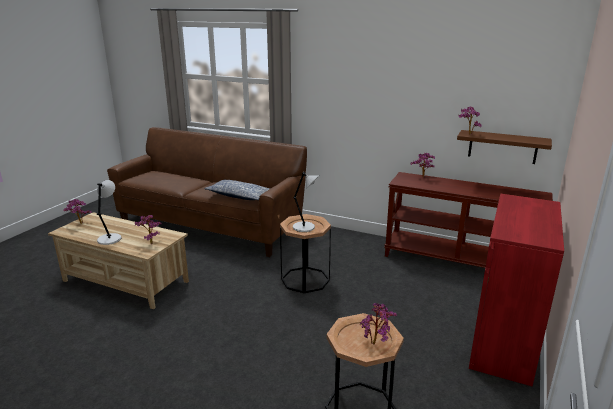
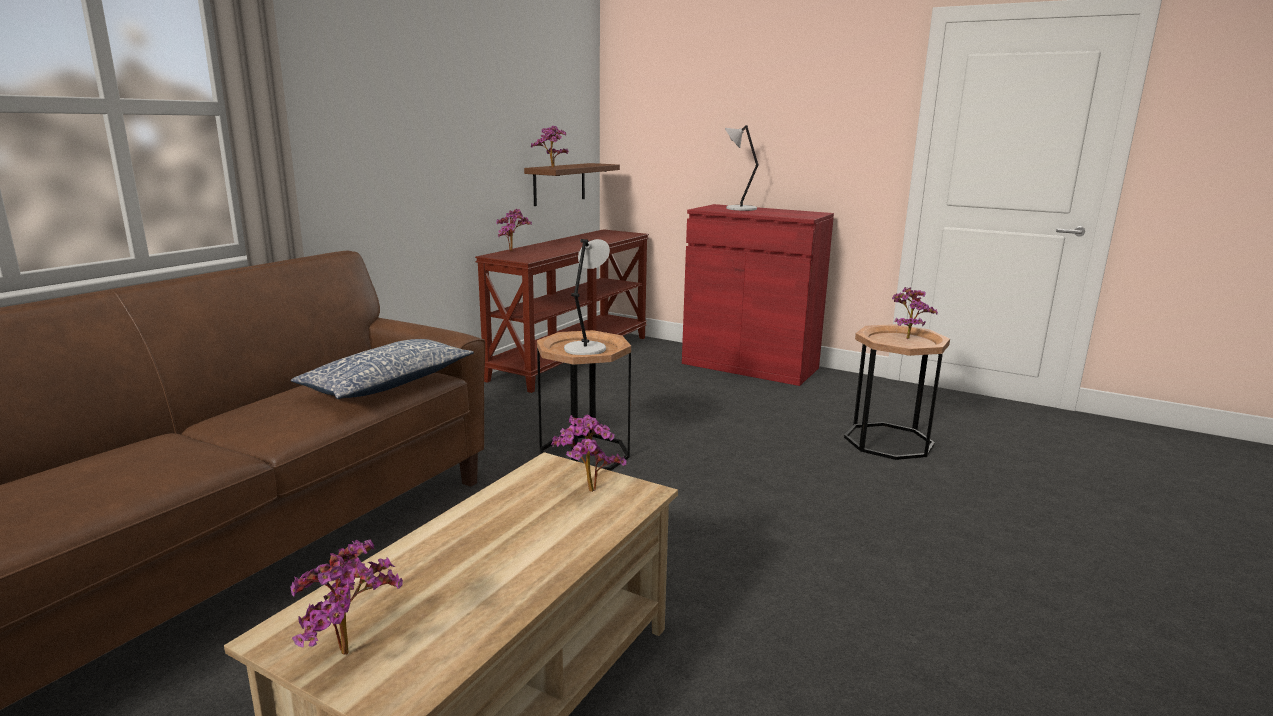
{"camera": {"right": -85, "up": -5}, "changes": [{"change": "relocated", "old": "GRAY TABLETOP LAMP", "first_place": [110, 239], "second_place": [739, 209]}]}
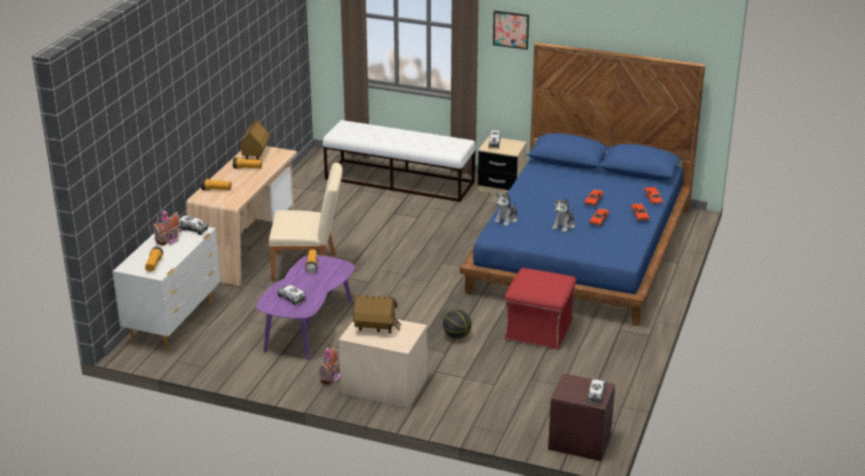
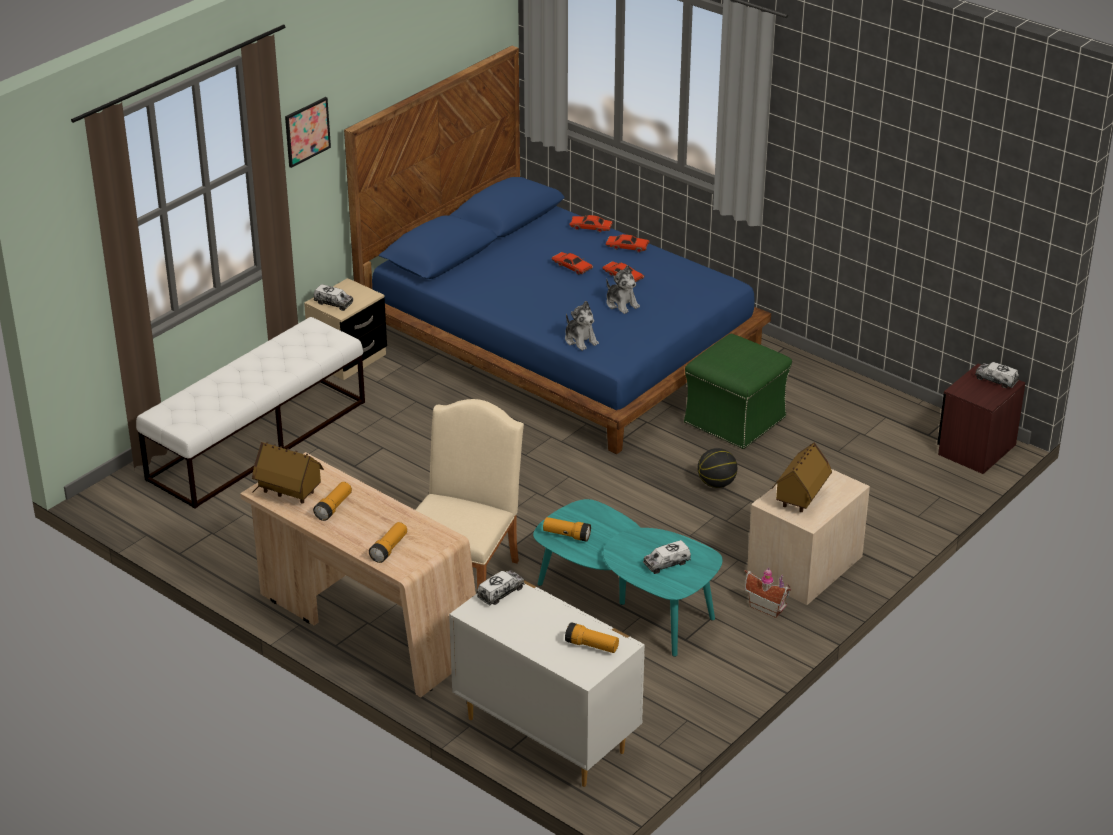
{"camera": {"right": -70, "up": 5}, "changes": [{"change": "colour", "old": "PURPLE-COLOURED LOUNGE TABLE", "new": "TURQUOISE LOUNGE TABLE", "first_place": [308, 325], "second_place": [626, 603]}, {"change": "colour", "old": "RED-COLOURED POUFFE", "new": "GREEN POUFFE", "first_place": [539, 330], "second_place": [735, 419]}, {"change": "missing", "old": "TOY HOUSE", "first_place": [169, 241]}]}
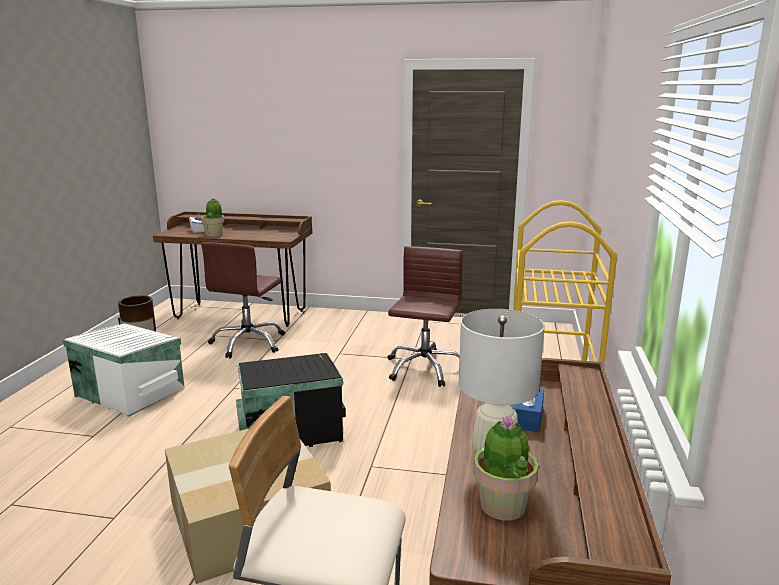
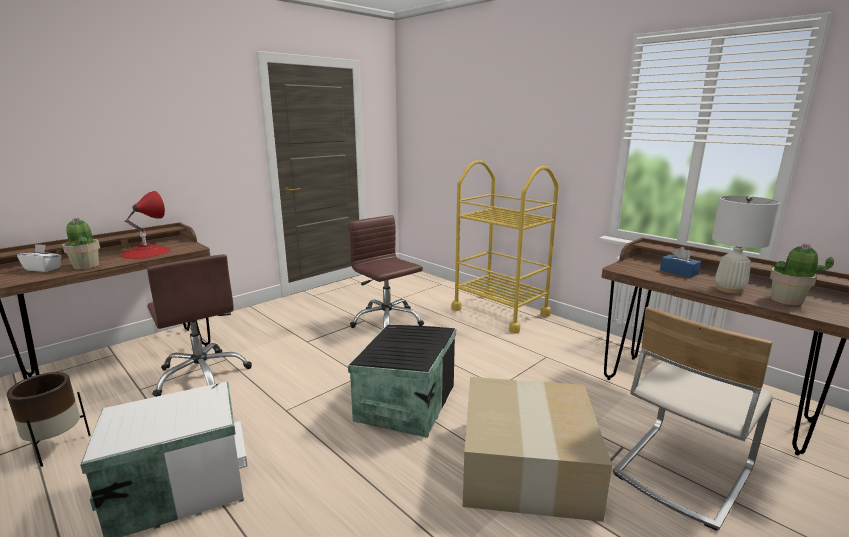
{"camera": {"right": -55, "up": 0}, "changes": [{"change": "appeared", "new": "RED-COLOURED TABLETOP LAMP", "second_place": [146, 252]}]}
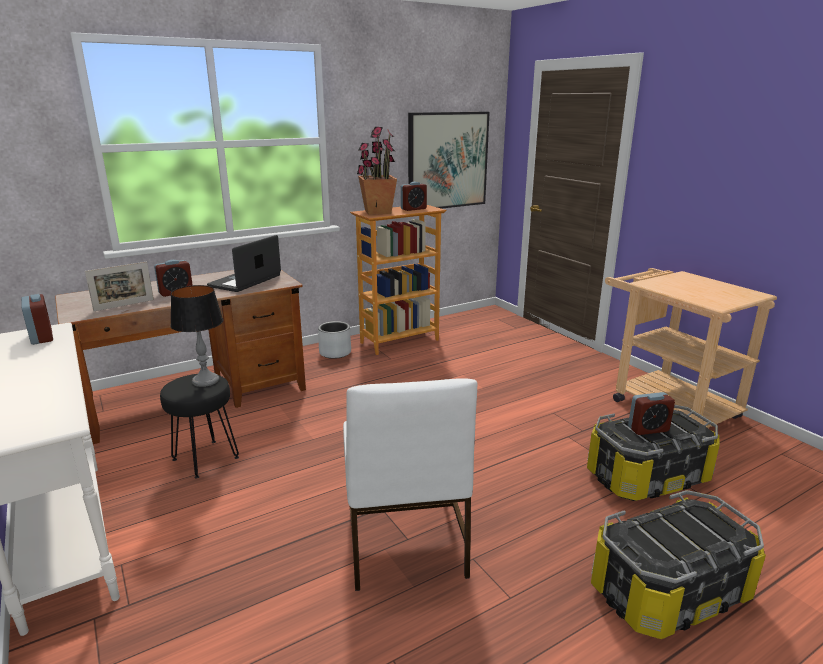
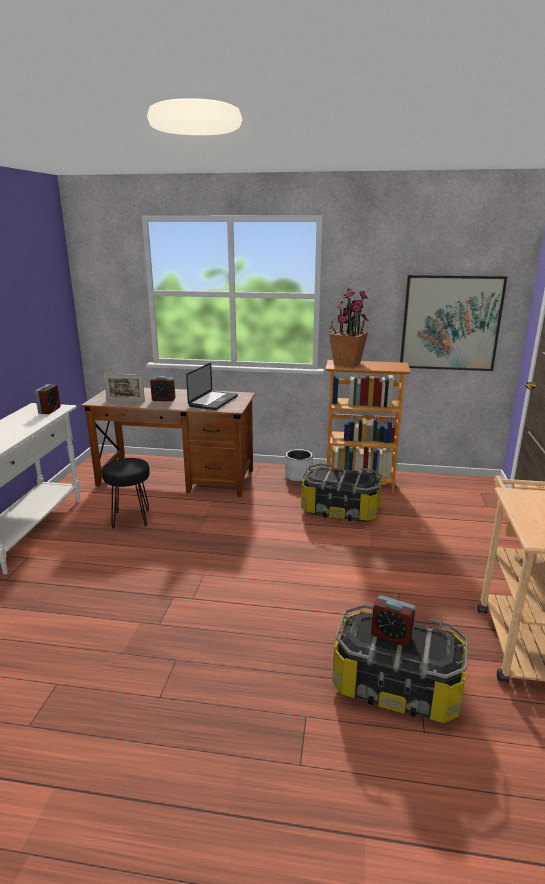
{"camera": {"right": 40, "up": 0}, "changes": [{"change": "spun", "old": "LAPTOP", "first_place": [245, 281], "second_place": [213, 401], "degrees": 135}, {"change": "relocated", "old": "STORAGE BIN", "first_place": [669, 592], "second_place": [340, 510]}, {"change": "missing", "old": "TABLETOP LAMP", "first_place": [205, 381]}, {"change": "missing", "old": "WHITE PLAIN CHAIR", "first_place": [403, 542]}, {"change": "missing", "old": "BEDSIDE CLOCK", "first_place": [413, 209]}]}
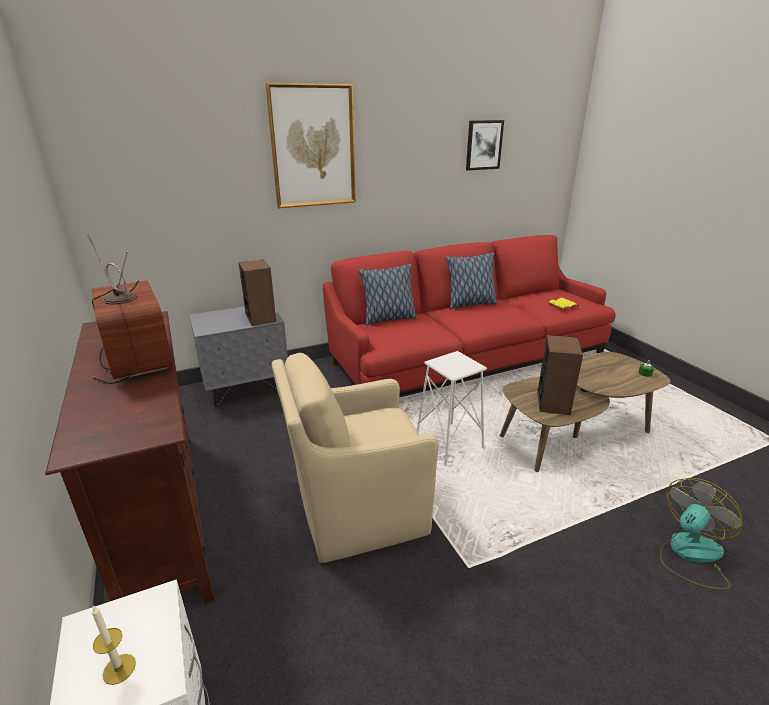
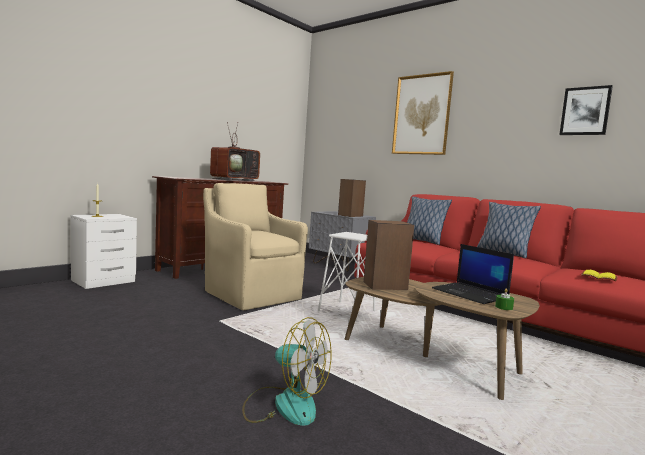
{"camera": {"right": 65, "up": -20}, "changes": [{"change": "appeared", "new": "LAPTOP", "second_place": [471, 294]}]}
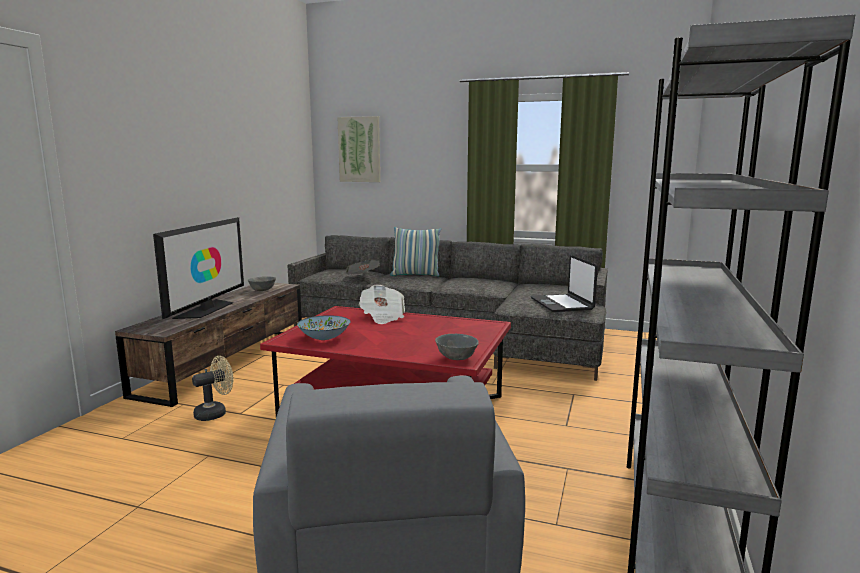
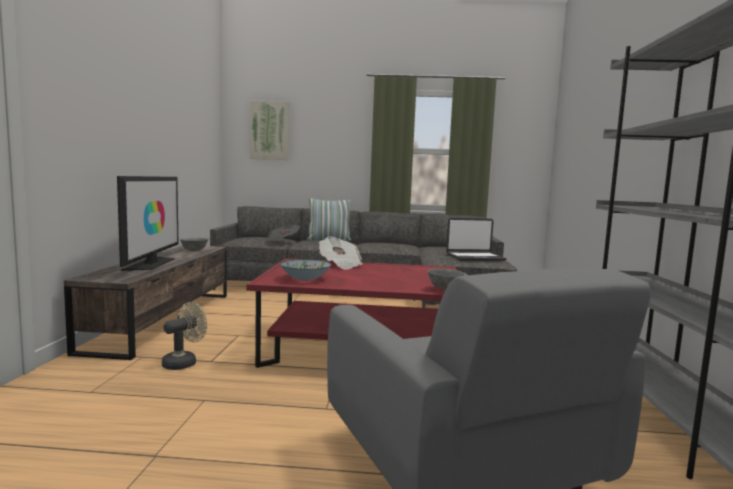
{"camera": {"right": -15, "up": -5}, "changes": [{"change": "spun", "old": "LAPTOP", "first_place": [562, 304], "second_place": [475, 257], "degrees": -75}]}
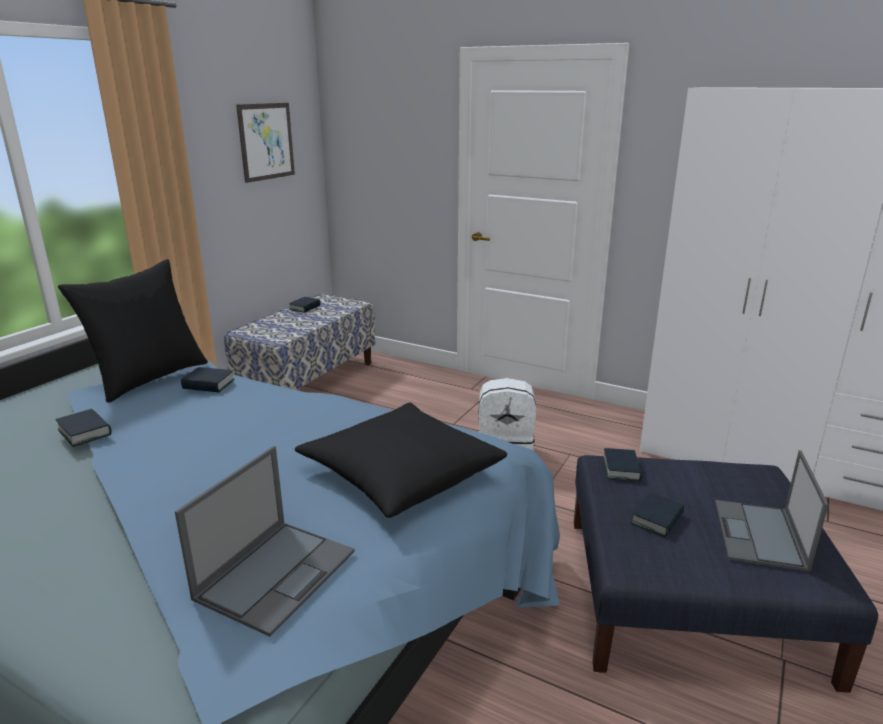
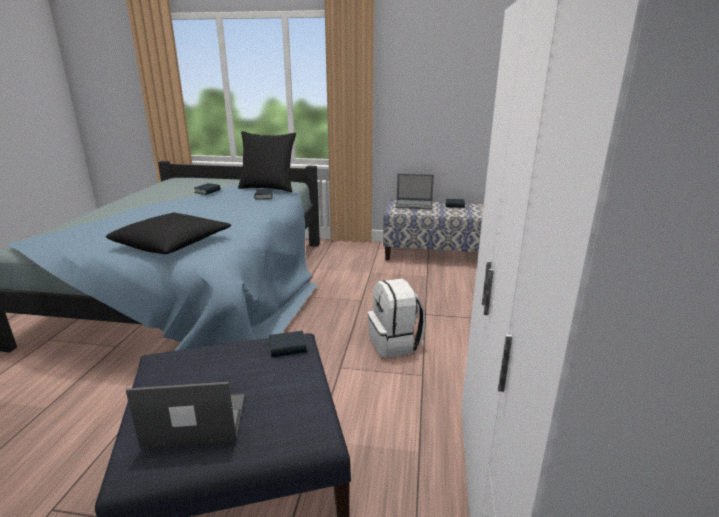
{"camera": {"right": 70, "up": 0}, "changes": [{"change": "relocated", "old": "LAPTOP", "first_place": [277, 573], "second_place": [414, 204]}, {"change": "missing", "old": "WALL ART", "first_place": [266, 141]}, {"change": "missing", "old": "BOUND BOOK", "first_place": [657, 519]}]}
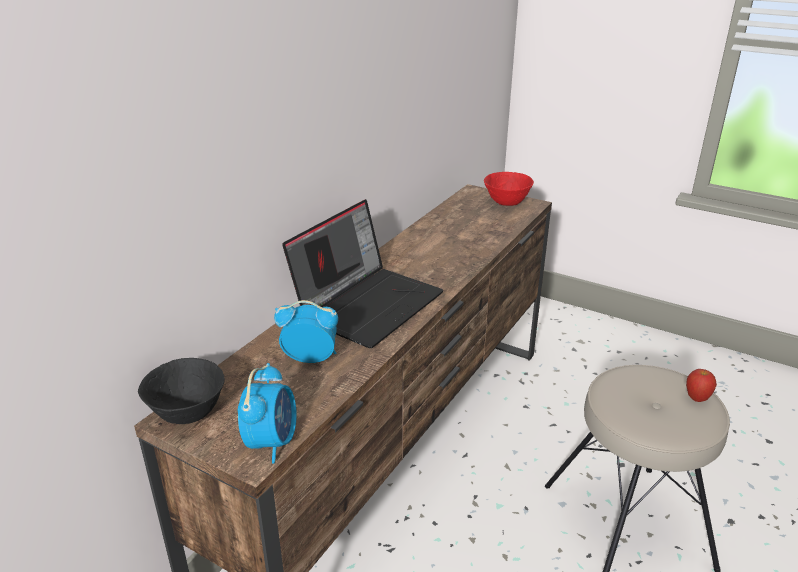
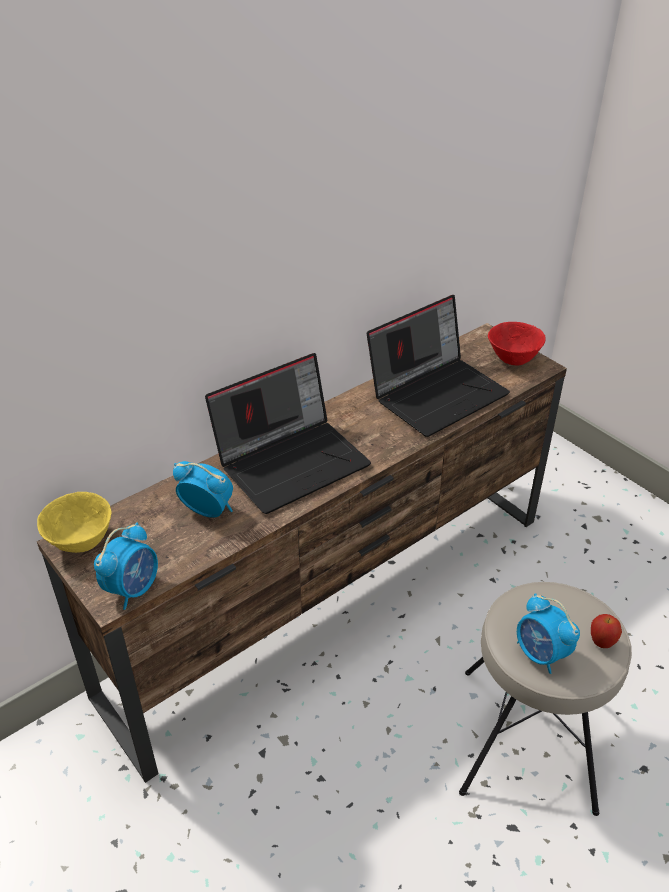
{"camera": {"right": 20, "up": 10}, "changes": [{"change": "colour", "old": "BLACKISH DEEP DISH", "new": "YELLOW DEEP DISH", "first_place": [188, 415], "second_place": [81, 543]}, {"change": "appeared", "new": "LAPTOP", "second_place": [437, 393]}, {"change": "appeared", "new": "BEDSIDE CLOCK", "second_place": [540, 654]}]}
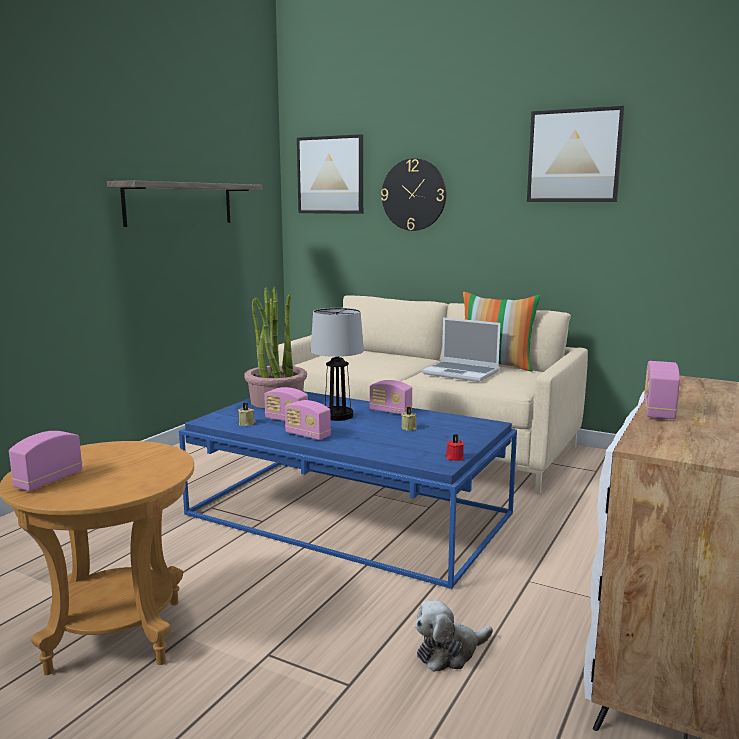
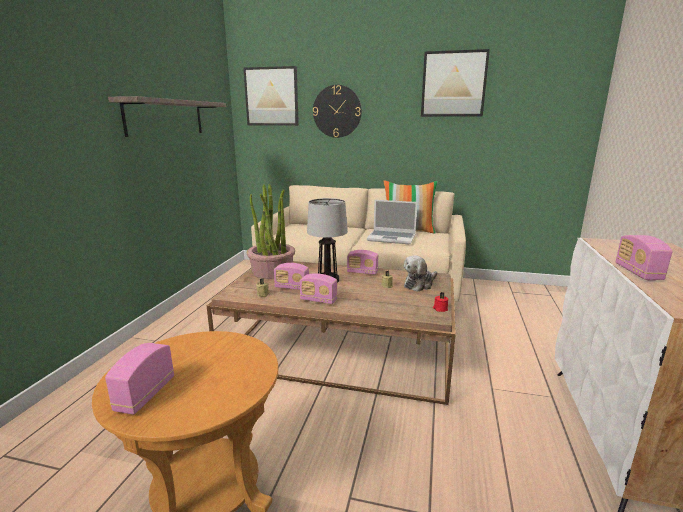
{"camera": {"right": -15, "up": 5}, "changes": [{"change": "colour", "old": "BLUISH LOUNGE TABLE", "new": "BROWN-COLOURED LOUNGE TABLE", "first_place": [350, 515], "second_place": [340, 351]}, {"change": "relocated", "old": "SOFT TOY", "first_place": [449, 652], "second_place": [419, 284]}]}
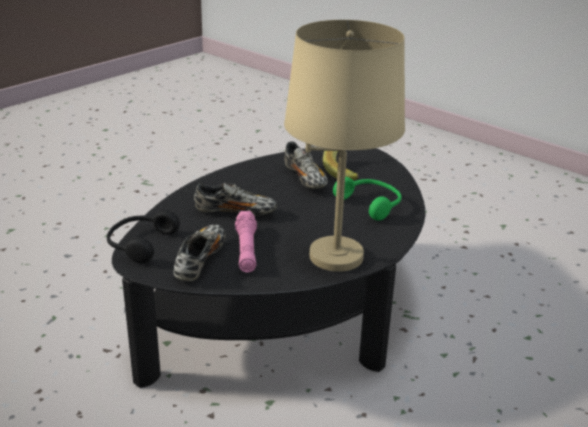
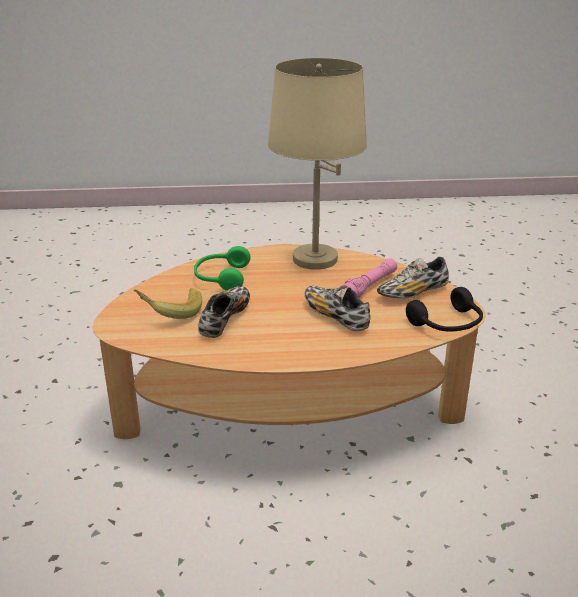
{"camera": {"right": -135, "up": 0}, "changes": [{"change": "colour", "old": "BLACKISH LOUNGE TABLE", "new": "SAND-COLOURED LOUNGE TABLE", "first_place": [286, 315], "second_place": [289, 408]}]}
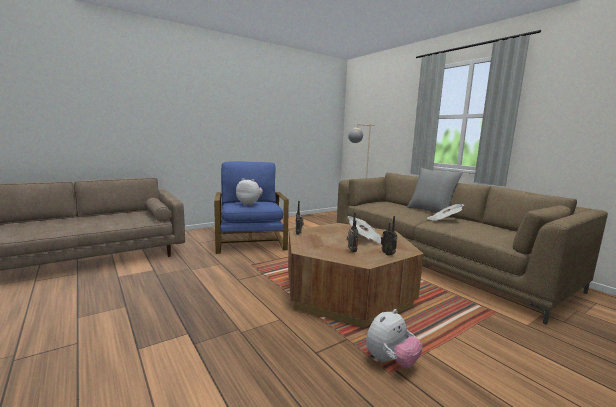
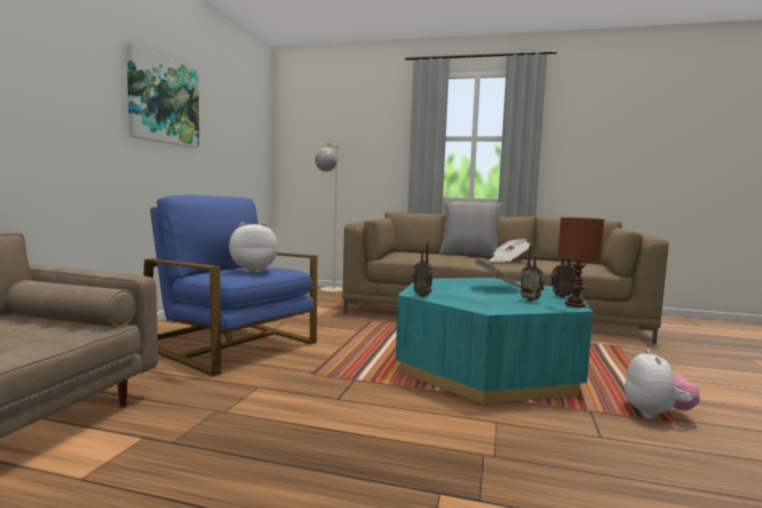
{"camera": {"right": -40, "up": -5}, "changes": [{"change": "appeared", "new": "WALL ART", "second_place": [164, 101]}, {"change": "colour", "old": "BROWN-COLOURED LOUNGE TABLE", "new": "TURQUOISE LOUNGE TABLE", "first_place": [347, 291], "second_place": [488, 367]}, {"change": "appeared", "new": "BROWN-COLOURED TABLETOP LAMP", "second_place": [574, 305]}]}
